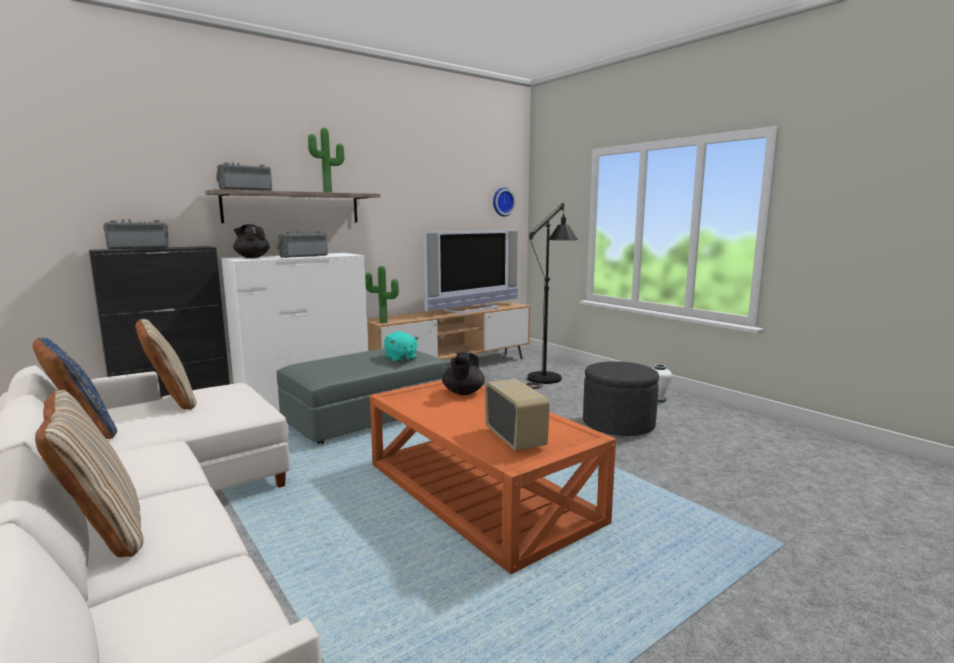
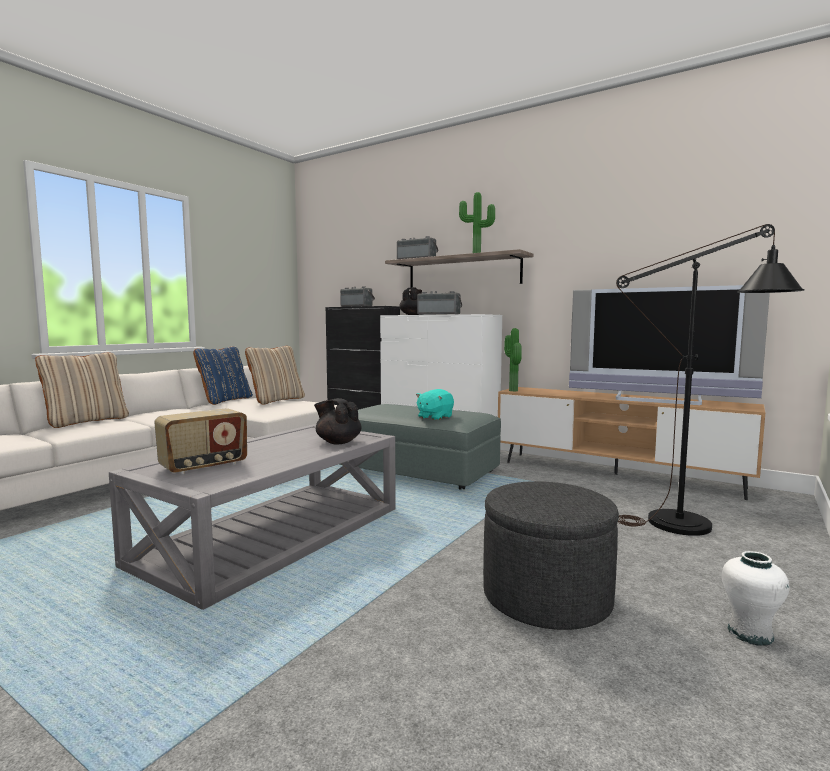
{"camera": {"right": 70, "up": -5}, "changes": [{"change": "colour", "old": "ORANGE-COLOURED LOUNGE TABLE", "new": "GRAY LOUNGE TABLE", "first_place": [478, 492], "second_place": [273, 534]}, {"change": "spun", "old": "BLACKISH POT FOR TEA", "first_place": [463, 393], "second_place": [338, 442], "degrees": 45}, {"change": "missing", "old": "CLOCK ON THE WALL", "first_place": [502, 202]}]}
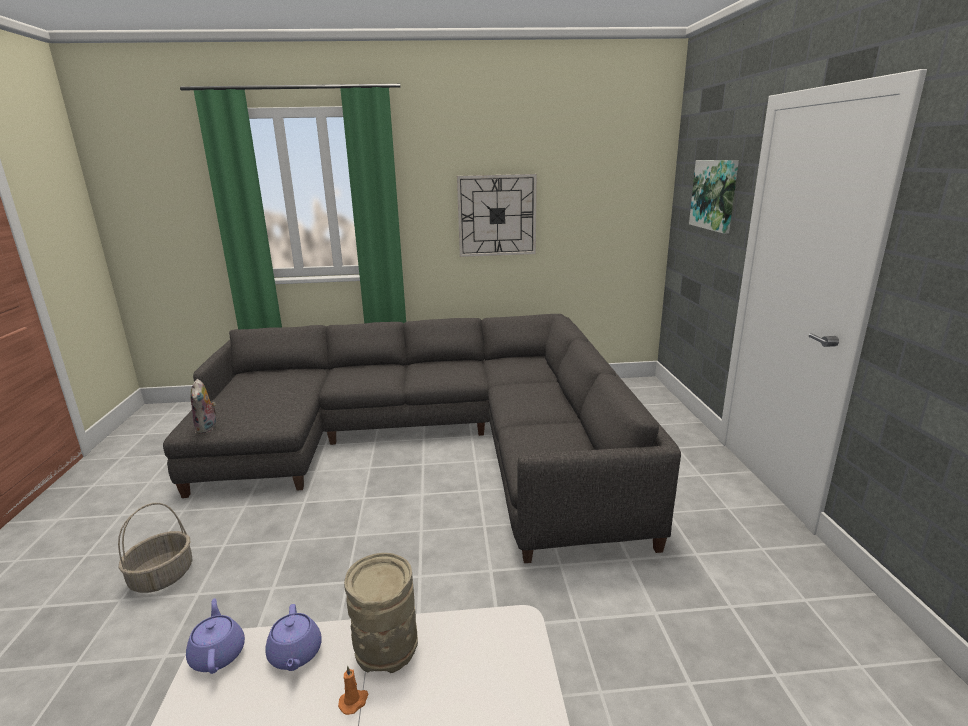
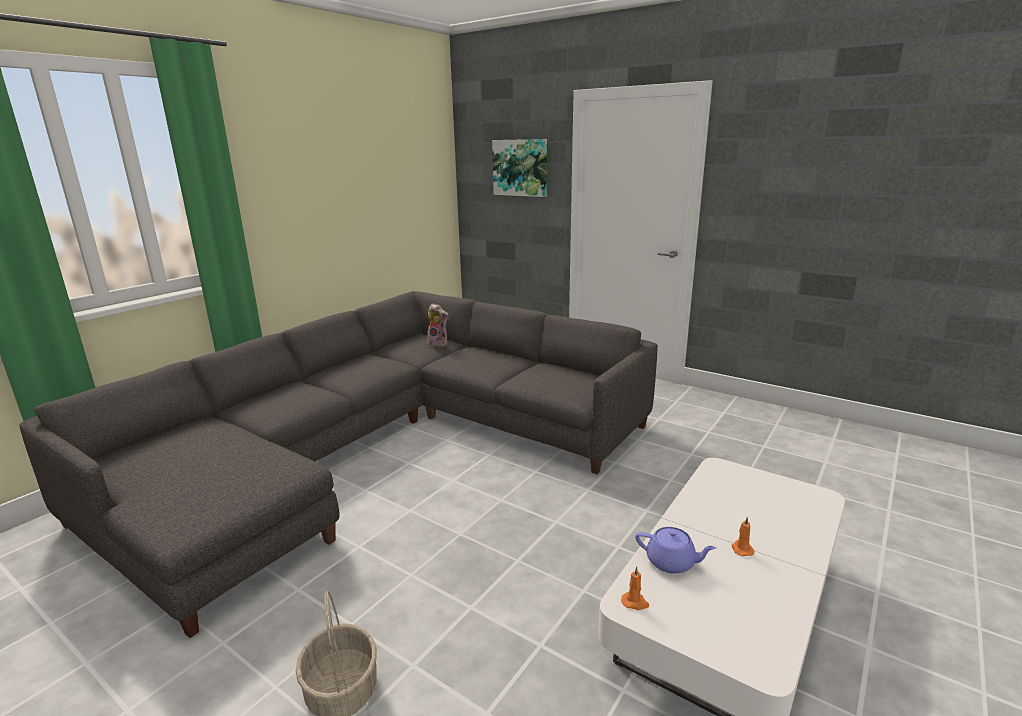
{"camera": {"right": -50, "up": 0}, "changes": [{"change": "relocated", "old": "SOFT TOY", "first_place": [207, 428], "second_place": [439, 344]}, {"change": "exchanged", "old": "PURPLE-COLOURED POT FOR TEA", "new": "ORANGE-COLOURED CANDLE", "first_place": [218, 653], "second_place": [635, 602]}, {"change": "missing", "old": "SAND-COLOURED DECORATIVE VASE", "first_place": [387, 646]}, {"change": "missing", "old": "CLOCK ON THE WALL", "first_place": [497, 215]}]}
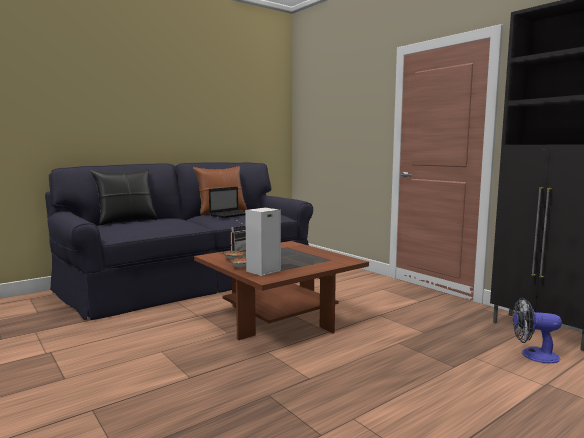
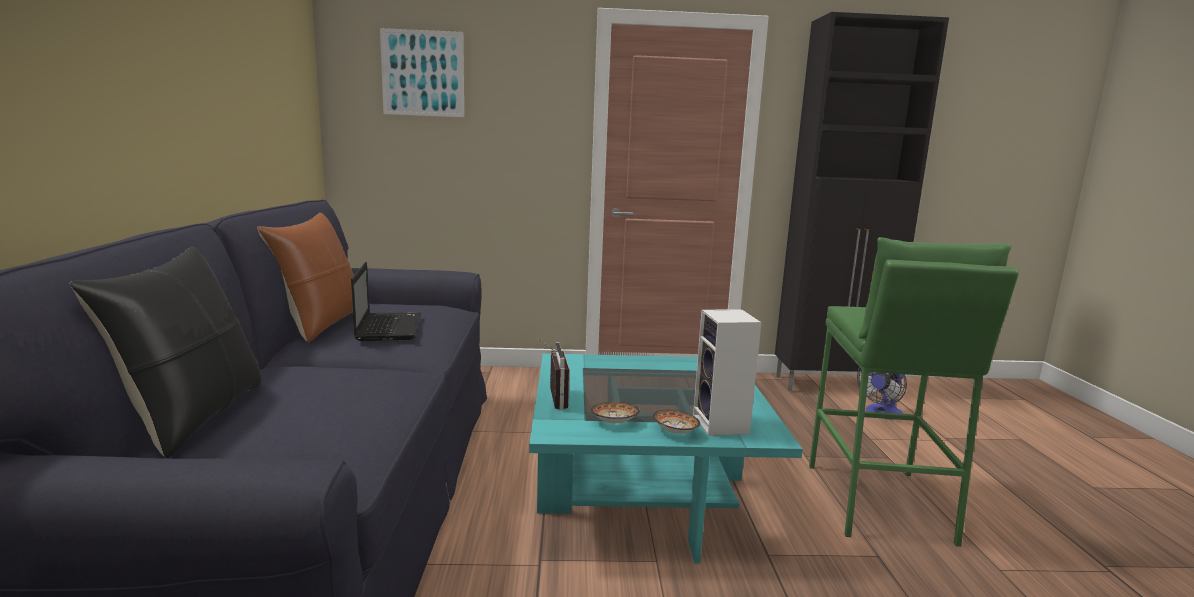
{"camera": {"right": -55, "up": 5}, "changes": [{"change": "appeared", "new": "WALL ART", "second_place": [423, 73]}, {"change": "colour", "old": "BROWN-COLOURED LOUNGE TABLE", "new": "TURQUOISE LOUNGE TABLE", "first_place": [279, 318], "second_place": [644, 494]}, {"change": "appeared", "new": "GREEN SITTING STOOL", "second_place": [877, 502]}]}
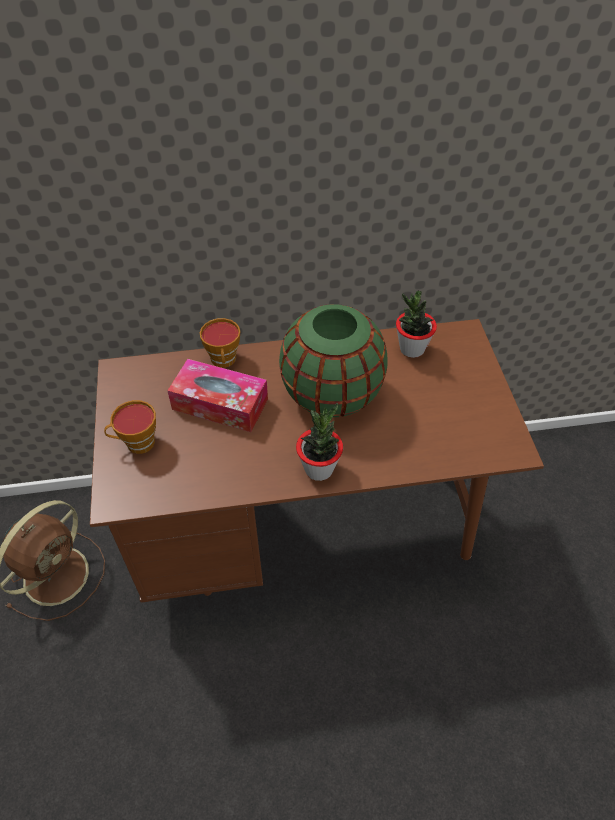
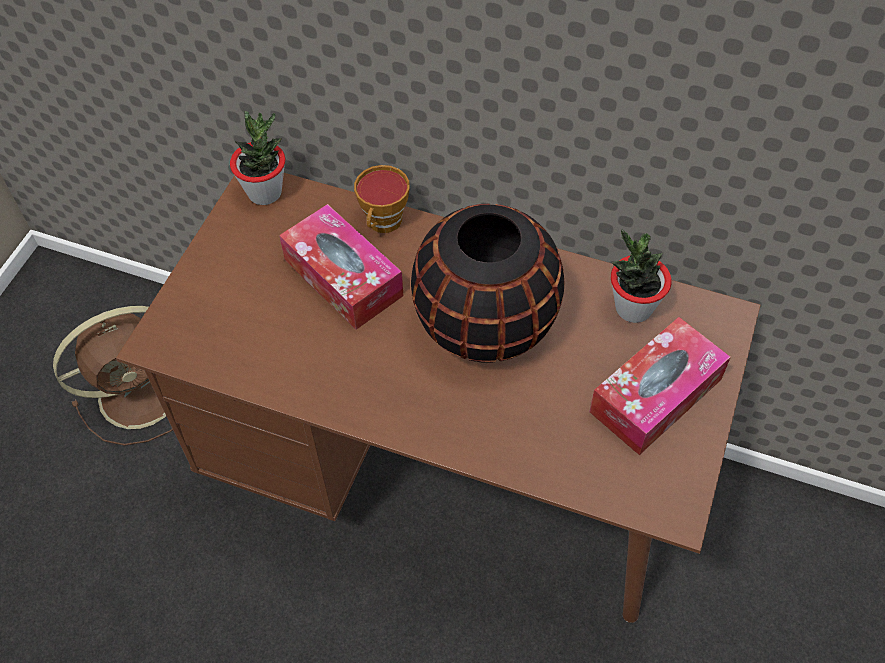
{"camera": {"right": 30, "up": 5}, "changes": [{"change": "relocated", "old": "HOUSEPLANT", "first_place": [319, 469], "second_place": [265, 192]}, {"change": "colour", "old": "GREEN DECORATIVE VASE", "new": "BLACKISH DECORATIVE VASE", "first_place": [332, 394], "second_place": [486, 324]}, {"change": "appeared", "new": "TISSUE BOX", "second_place": [655, 395]}, {"change": "missing", "old": "DRINKING CUP", "first_place": [137, 444]}]}
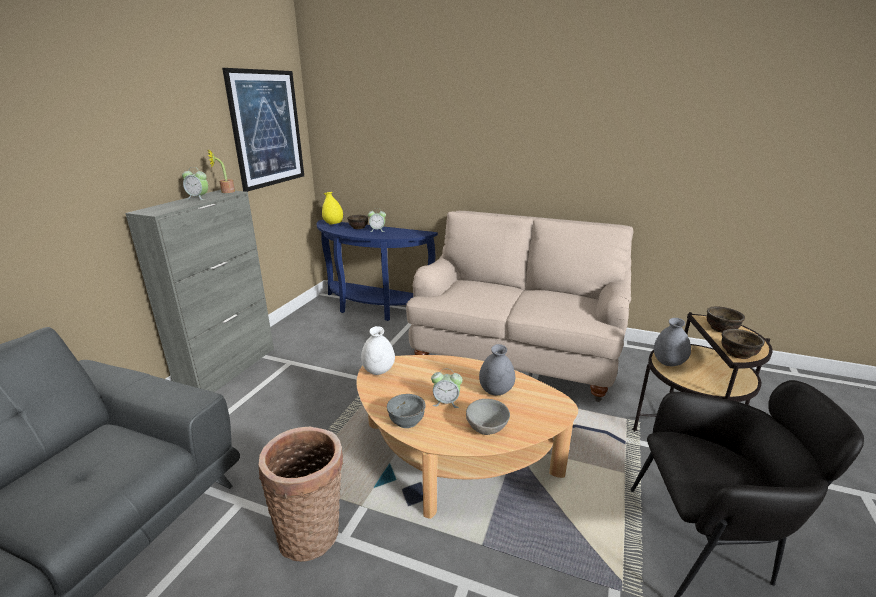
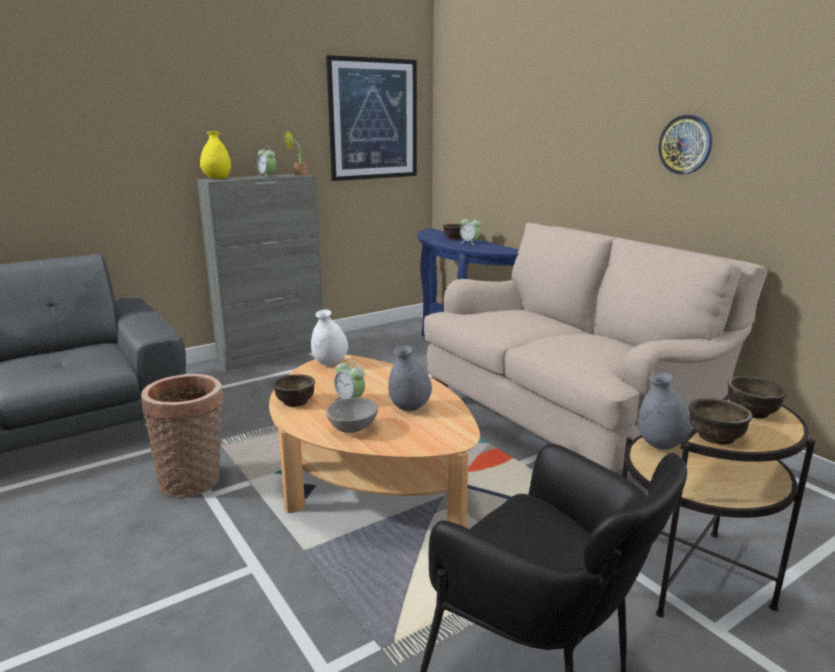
{"camera": {"right": 35, "up": -5}, "changes": [{"change": "relocated", "old": "YELLOW DECORATIVE VASE", "first_place": [333, 224], "second_place": [217, 179]}, {"change": "colour", "old": "GRAY DEEP DISH", "new": "BROWN-COLOURED DEEP DISH", "first_place": [406, 421], "second_place": [295, 402]}, {"change": "appeared", "new": "CLOCK ON THE WALL", "second_place": [685, 144]}]}
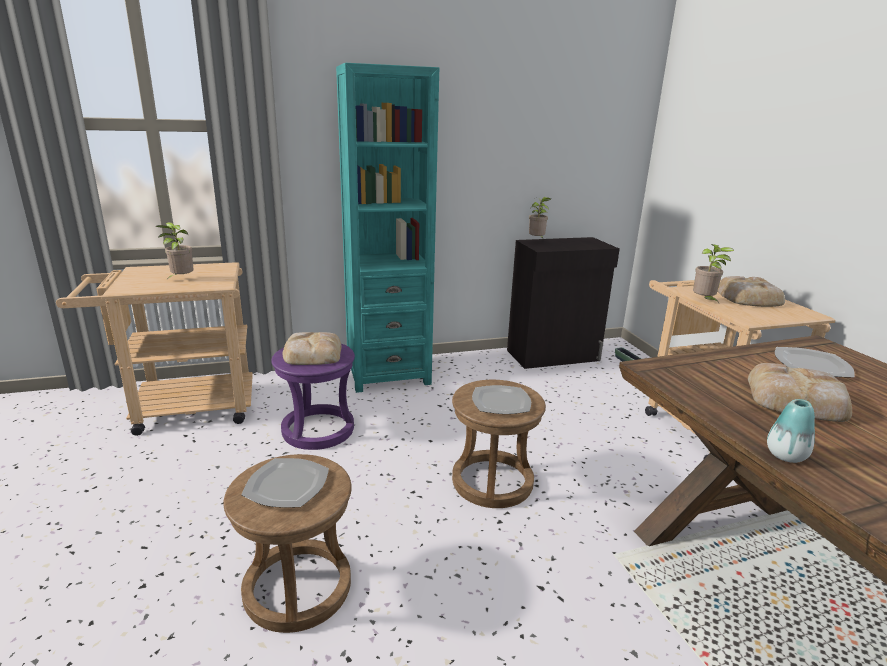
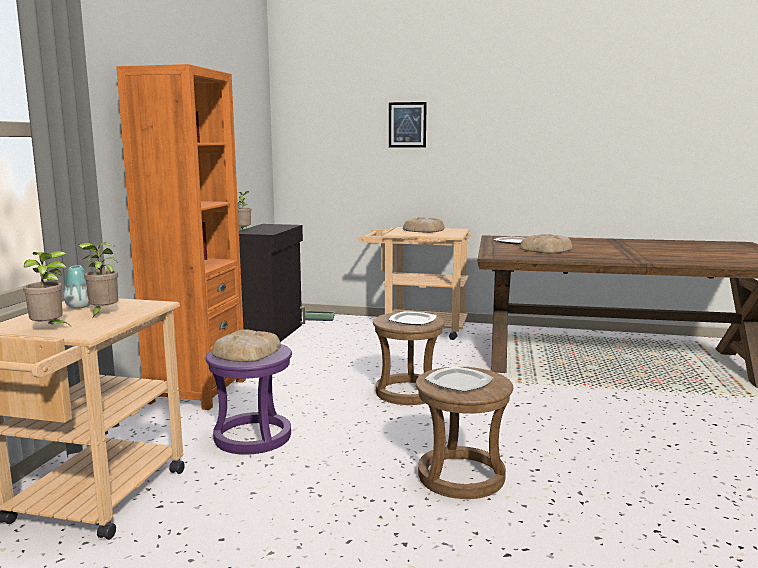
{"camera": {"right": -60, "up": -10}, "changes": [{"change": "relocated", "old": "HOUSEPLANT", "first_place": [704, 301], "second_place": [50, 329]}, {"change": "relocated", "old": "DECORATIVE VASE", "first_place": [785, 455], "second_place": [79, 306]}, {"change": "colour", "old": "TURQUOISE BOOKCASE", "new": "ORANGE-COLOURED BOOKCASE", "first_place": [388, 374], "second_place": [197, 391]}, {"change": "appeared", "new": "WALL ART", "second_place": [407, 124]}]}
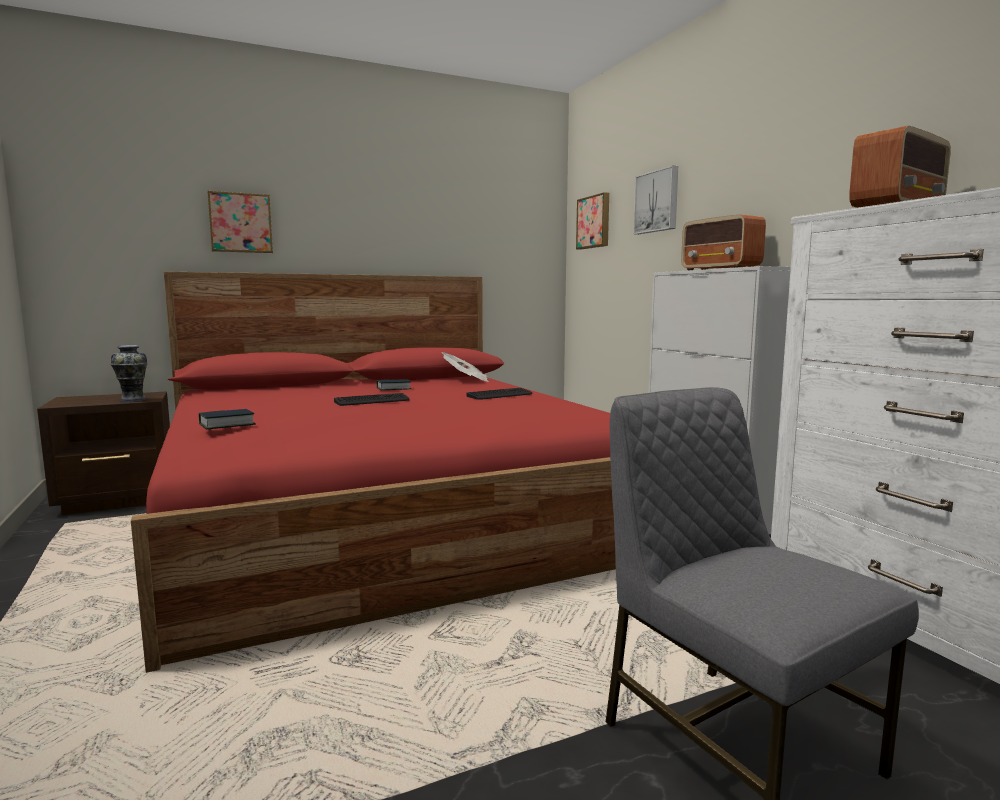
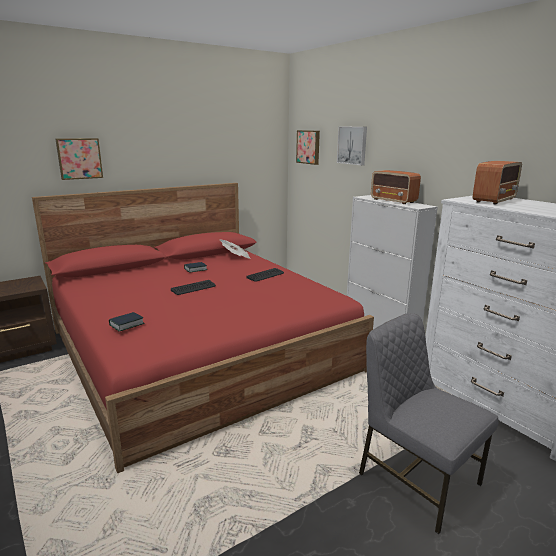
{"camera": {"right": -10, "up": 10}, "changes": [{"change": "missing", "old": "DECORATIVE VASE", "first_place": [133, 400]}]}
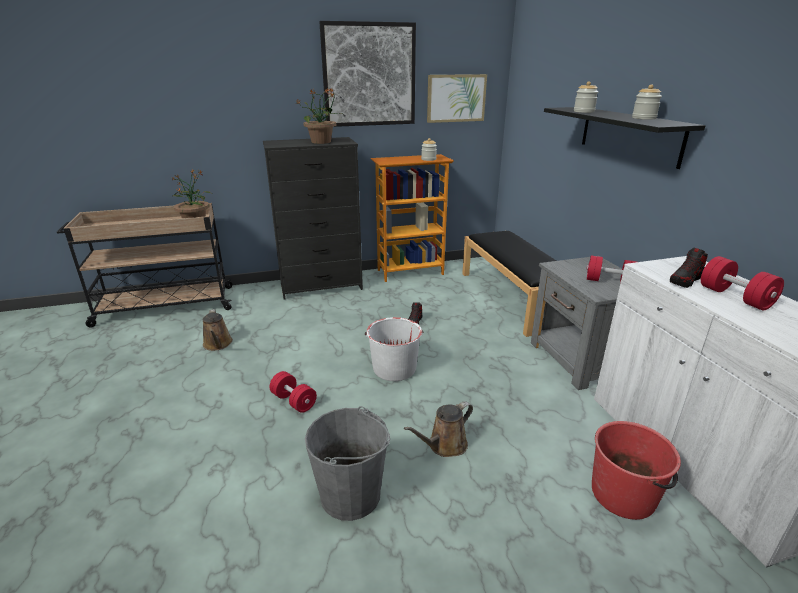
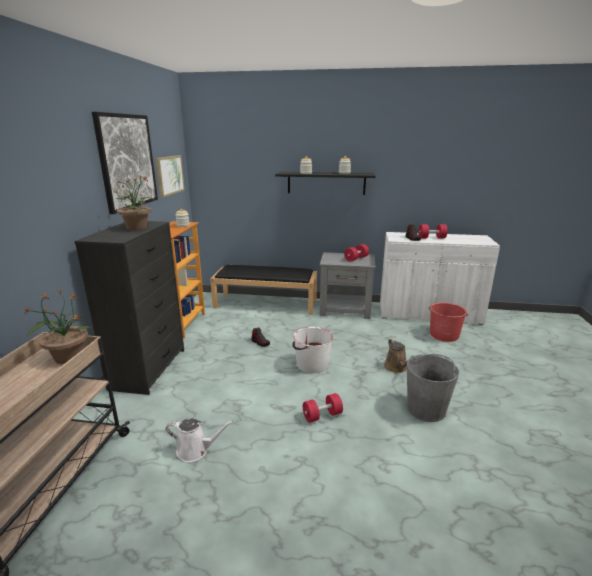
{"camera": {"right": -65, "up": -5}, "changes": [{"change": "colour", "old": "BROWN-COLOURED SPRINKLING CAN", "new": "WHITE SPRINKLING CAN", "first_place": [218, 344], "second_place": [196, 450]}]}
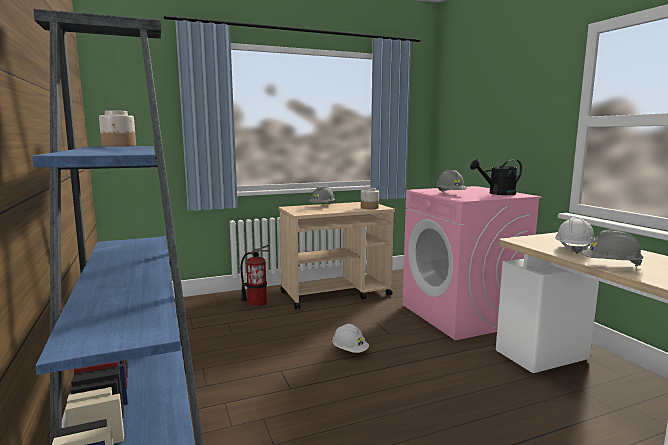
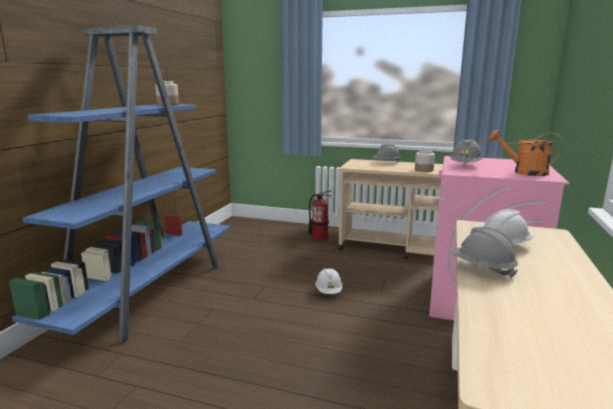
{"camera": {"right": 40, "up": 5}, "changes": [{"change": "colour", "old": "BLACKISH SPRINKLING CAN", "new": "ORANGE-COLOURED SPRINKLING CAN", "first_place": [497, 193], "second_place": [524, 172]}]}
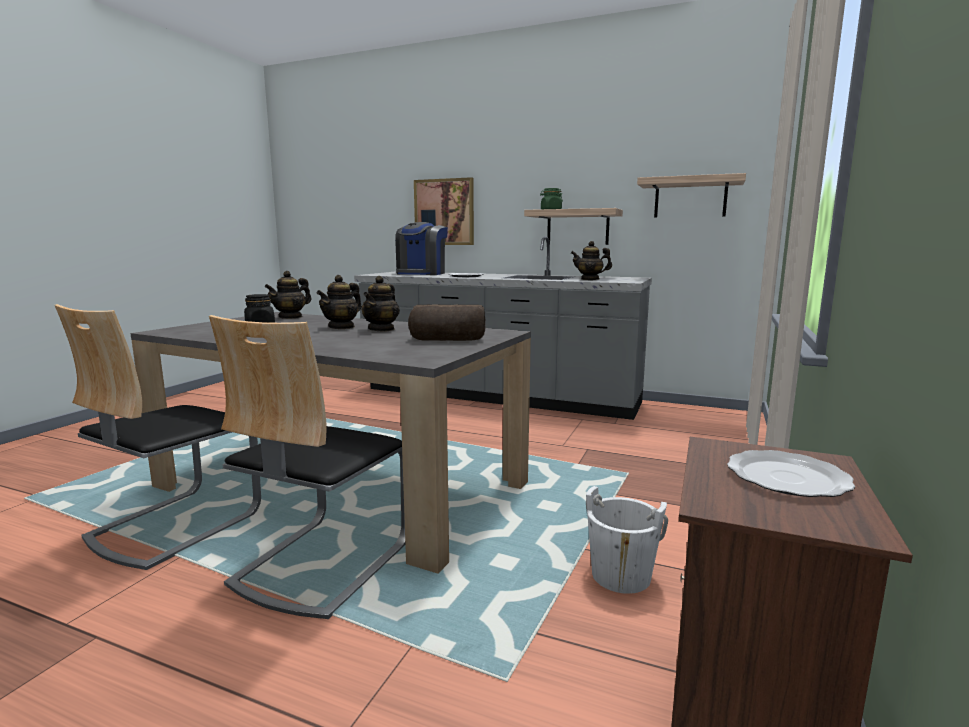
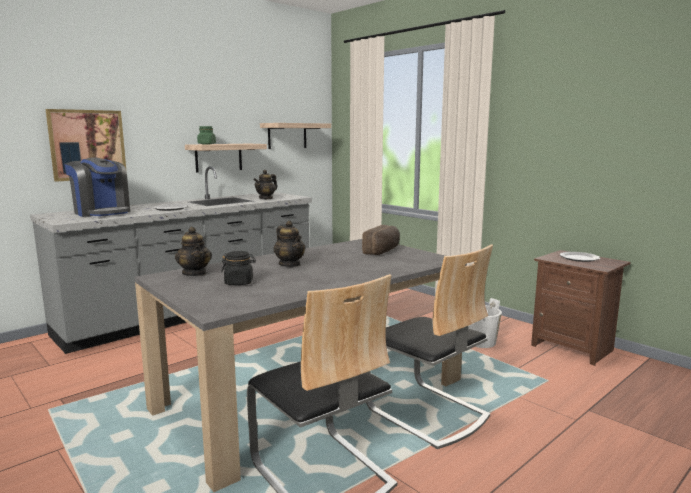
{"camera": {"right": -65, "up": 0}, "changes": [{"change": "missing", "old": "POT FOR TEA", "first_place": [382, 329]}]}
